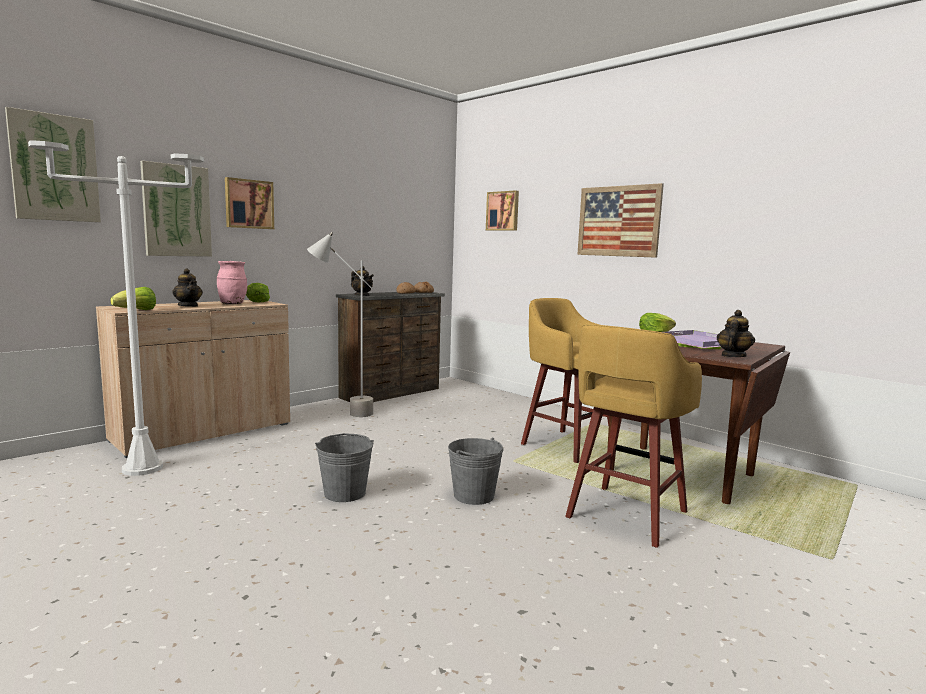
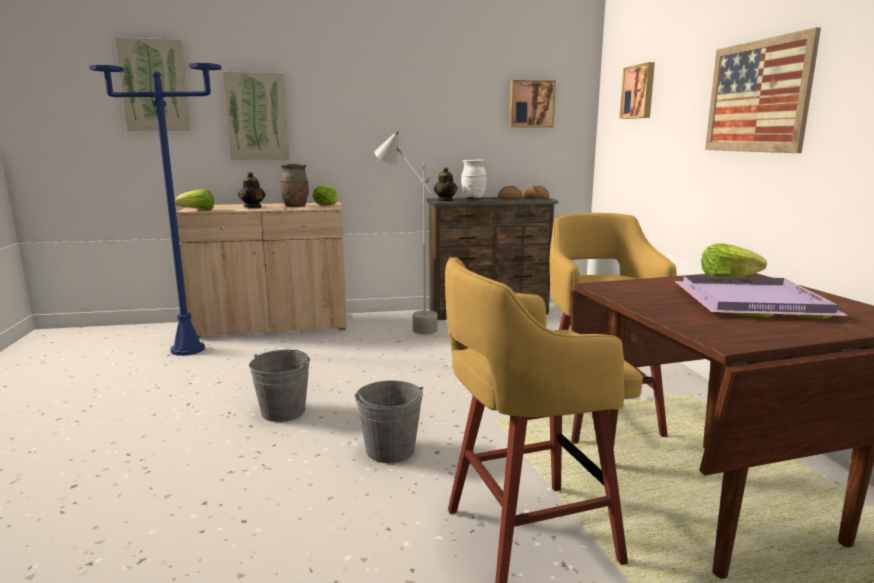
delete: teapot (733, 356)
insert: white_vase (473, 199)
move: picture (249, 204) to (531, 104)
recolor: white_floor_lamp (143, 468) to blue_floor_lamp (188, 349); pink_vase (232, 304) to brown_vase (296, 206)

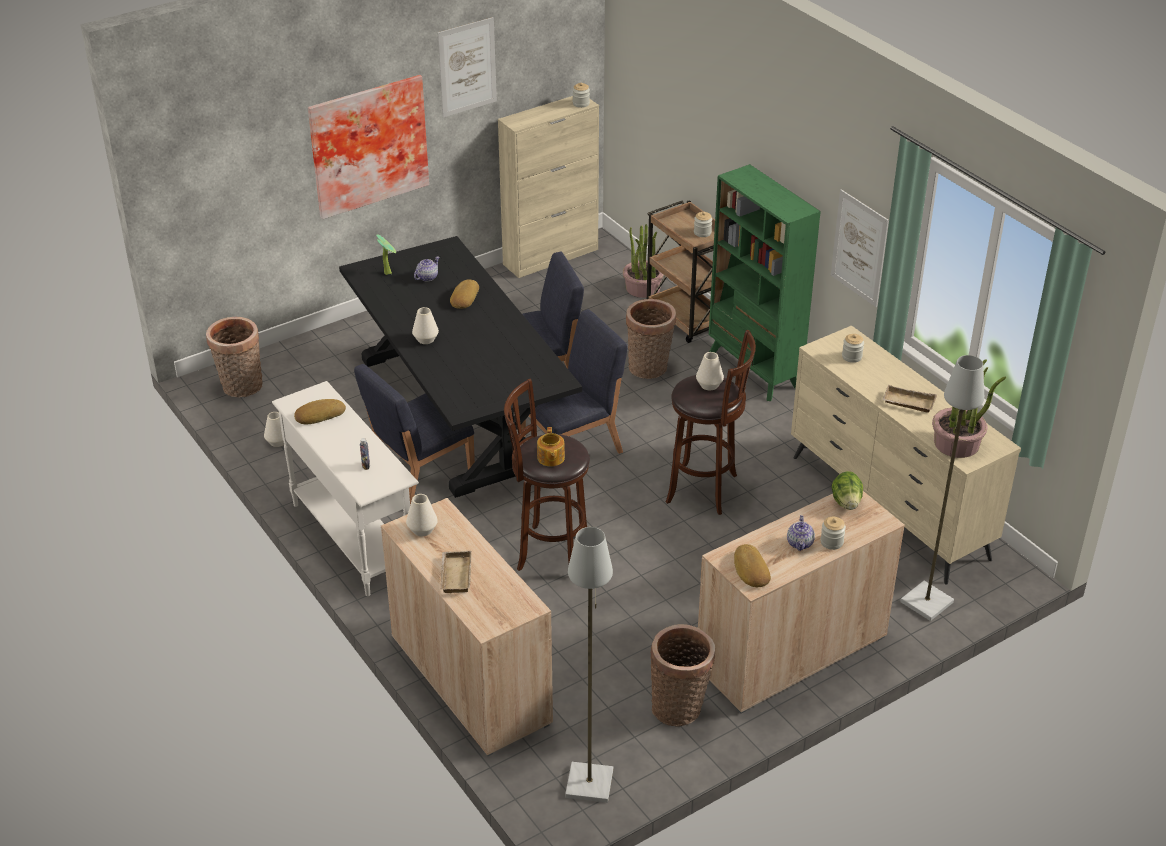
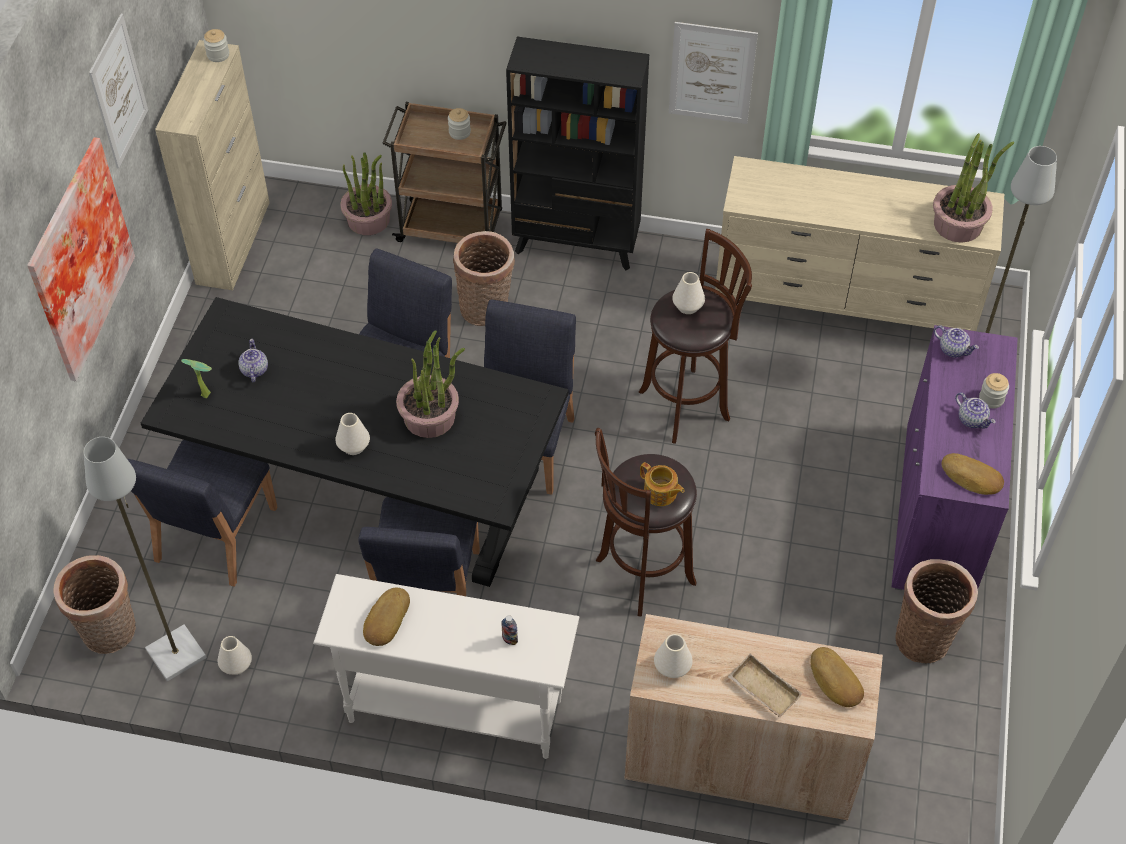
delete: jar (852, 357); beige_tray (907, 403)
insert: potted_plant (430, 417); blue_chair (214, 535)
move: bread (464, 297) to (834, 681); grey_floor_lamp (590, 783) to (176, 652)
replace: lettuce (846, 502) to teapot (953, 349)
recolor: green_bookcase (754, 370) to black_bookcase (577, 244); beige_cabinet (791, 652) to purple_cabinet (937, 511)

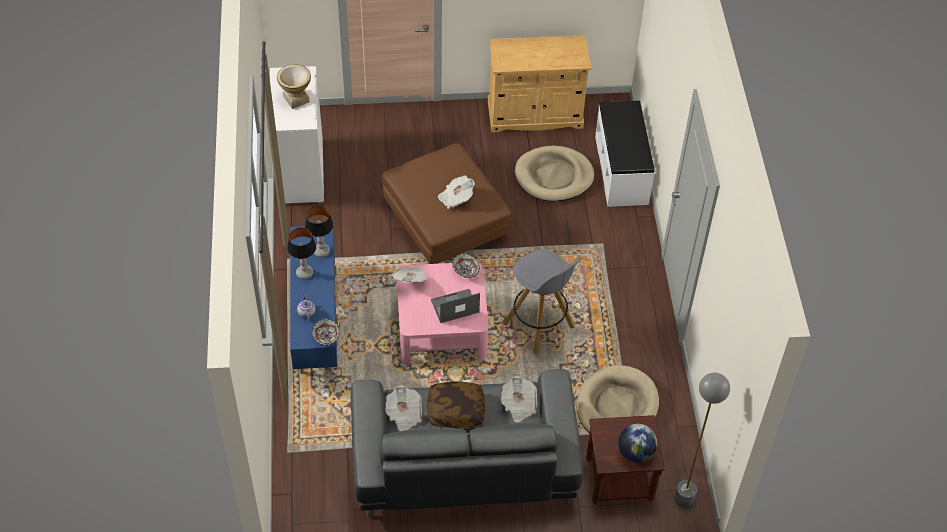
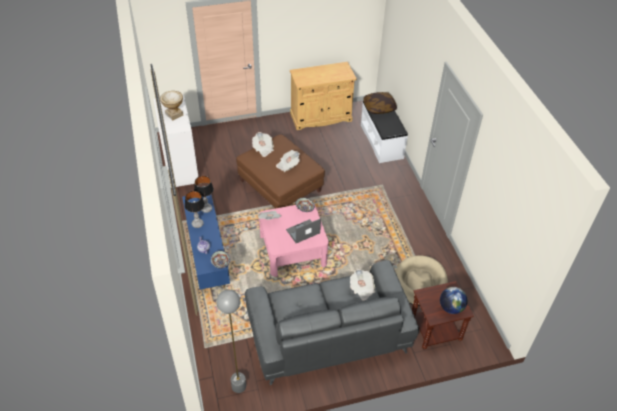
delete: beige_dog_bed (554, 176); grey_stool (540, 326)
move: grey_floor_lamp (683, 499) to (238, 386); pillow (455, 411) to (379, 108); newspaper (404, 415) to (263, 149)

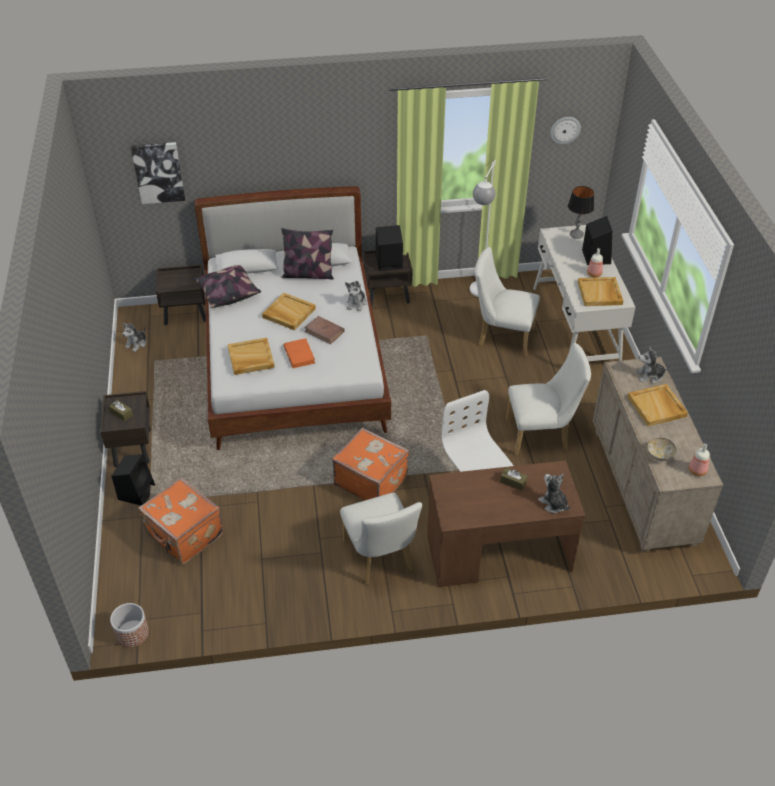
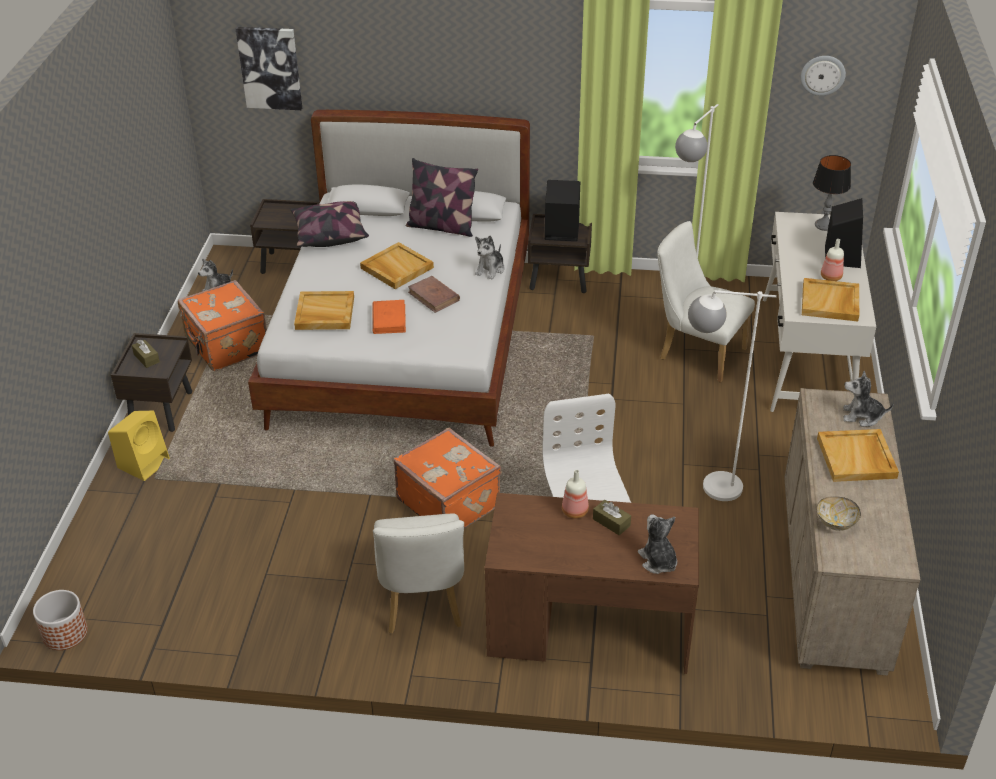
move: bottle (698, 471) to (575, 512); orange_suitcase (184, 535) to (226, 346)
replace: white_chair (542, 435) to white_floor_lamp (708, 486)
recolor: black_speaker (137, 491) to yellow_speaker (144, 462)

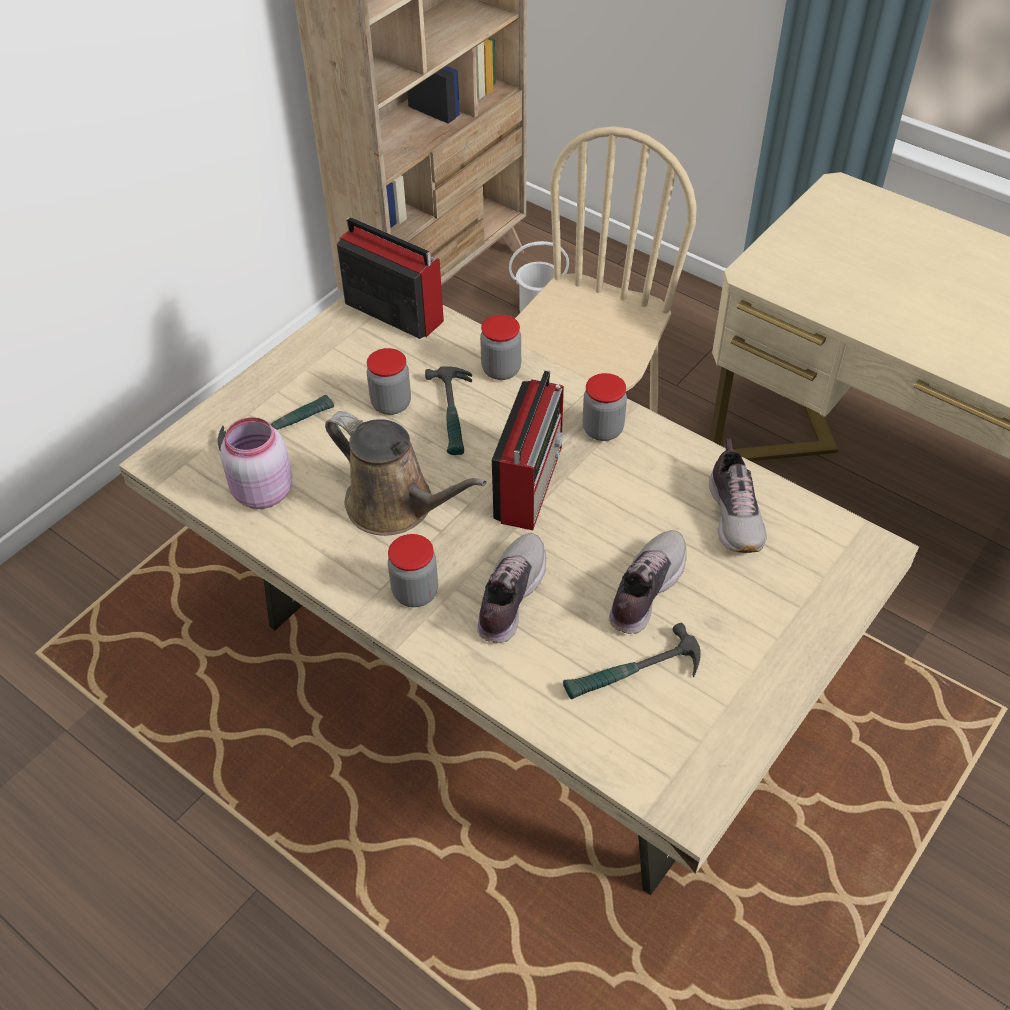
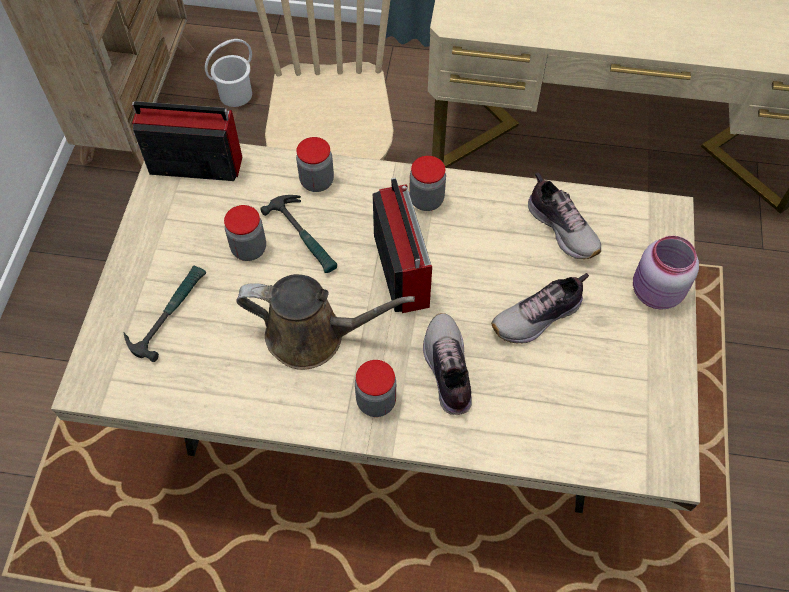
delete: hammer (633, 674)
move: pink_jar (261, 492) to (655, 293)
rotate: shoe (644, 590) = (538, 317) 120 degrees counterclockwise

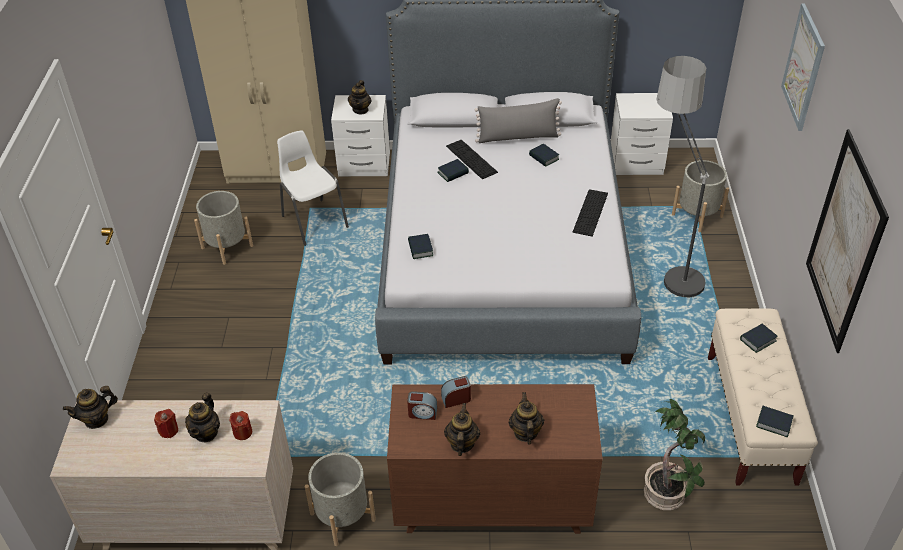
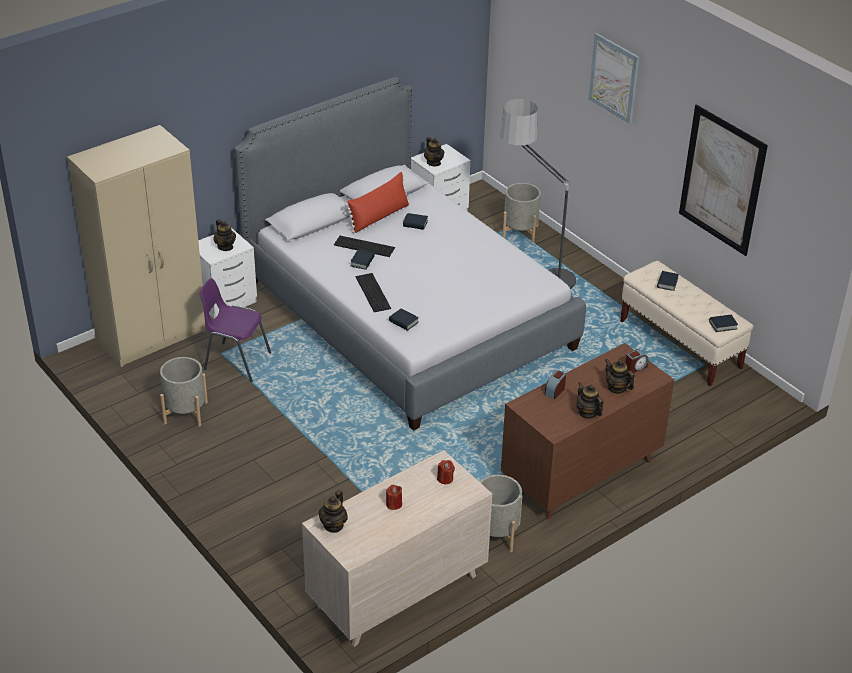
delete: potted_plant (666, 494)
move: keyboard (590, 212) to (373, 292); alarm_clock (422, 413) to (635, 367); teapot (206, 433) to (434, 163)
recolor: grey_pillow (518, 137) to red_pillow (379, 217); white_chair (313, 221) to purple_chair (236, 361)

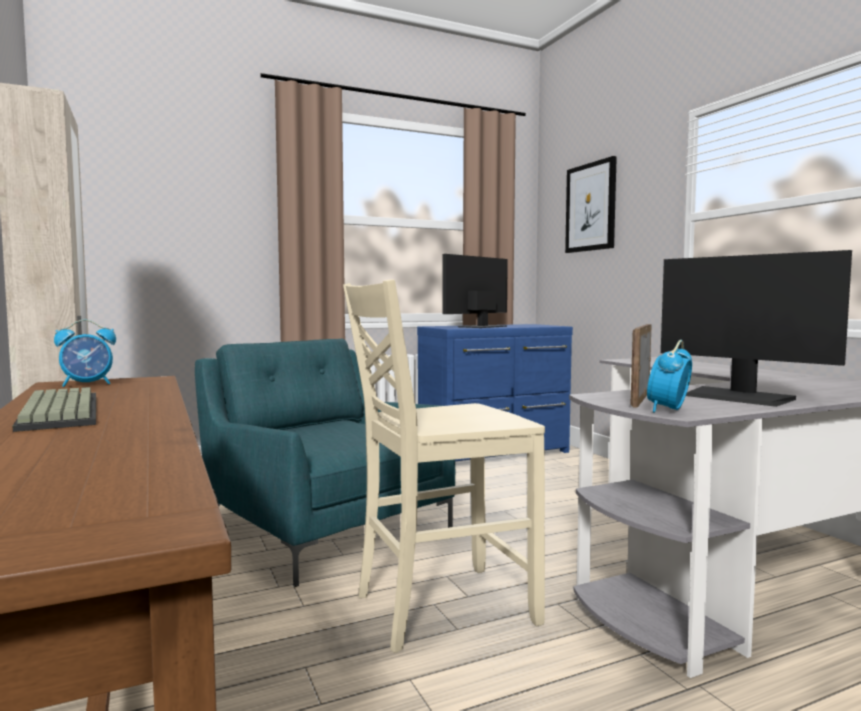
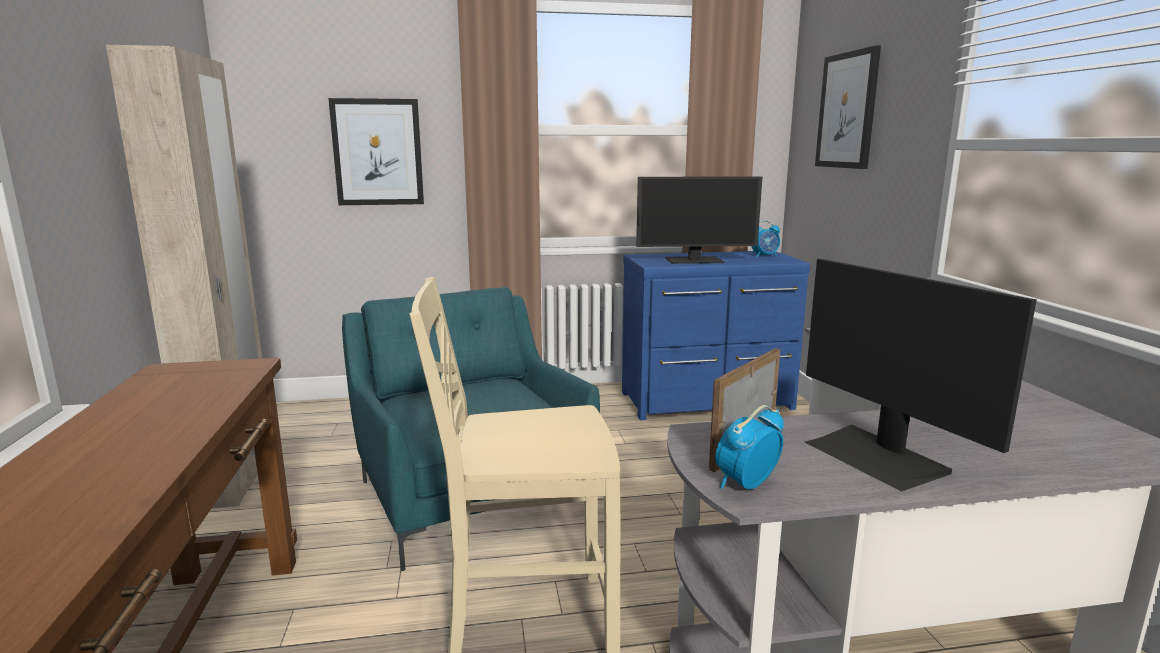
delete: keyboard (57, 412)
insert: picture (378, 152)
move: alarm_clock (88, 384) to (764, 256)
rotate: monitor (482, 326) = (694, 260) 150 degrees counterclockwise

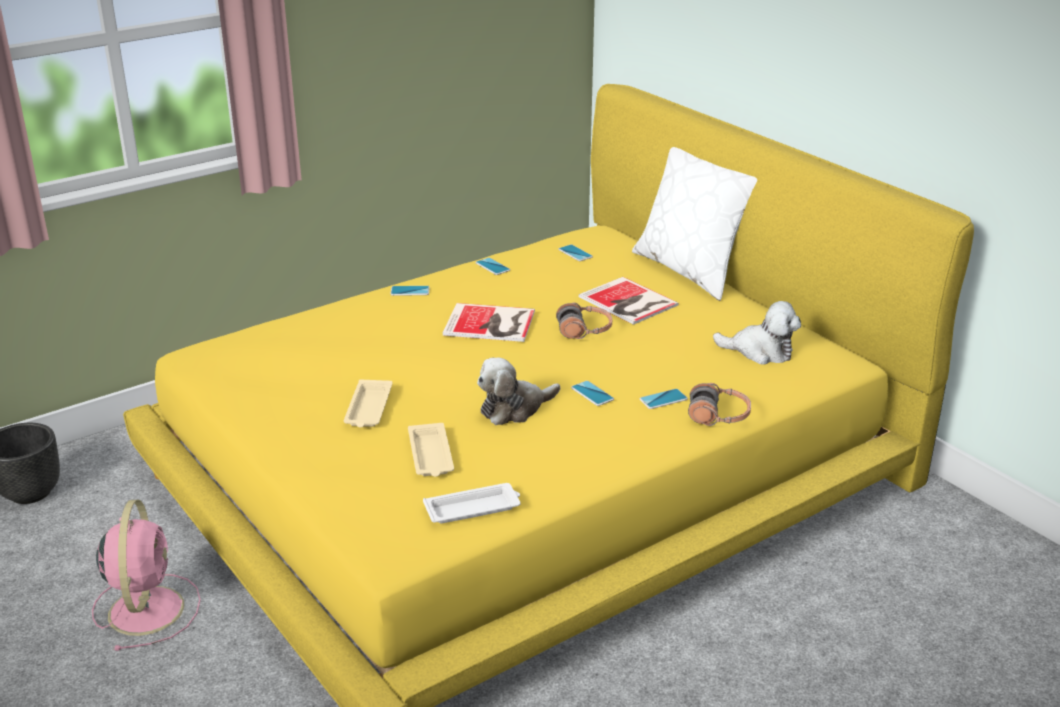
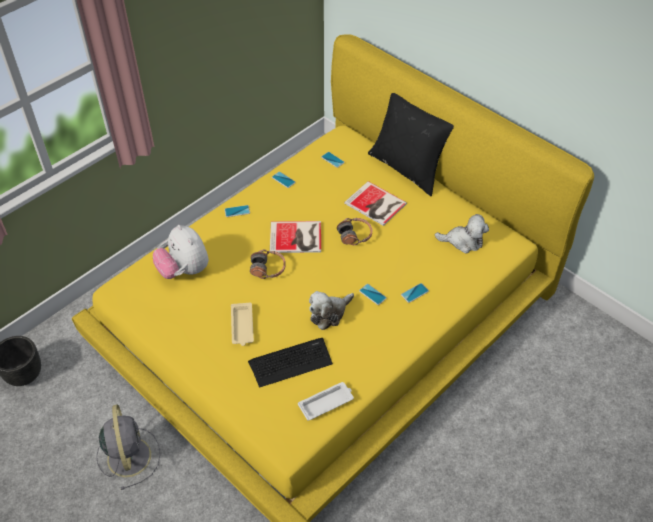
insert: plush_toy (184, 270)
move: headphones (718, 416) to (268, 269)
replace: beige_tray (431, 456) to keyboard (290, 362)
recolor: white_pillow (691, 270) to black_pillow (408, 168); pink_fan (147, 608) to grey_fan (129, 455)

